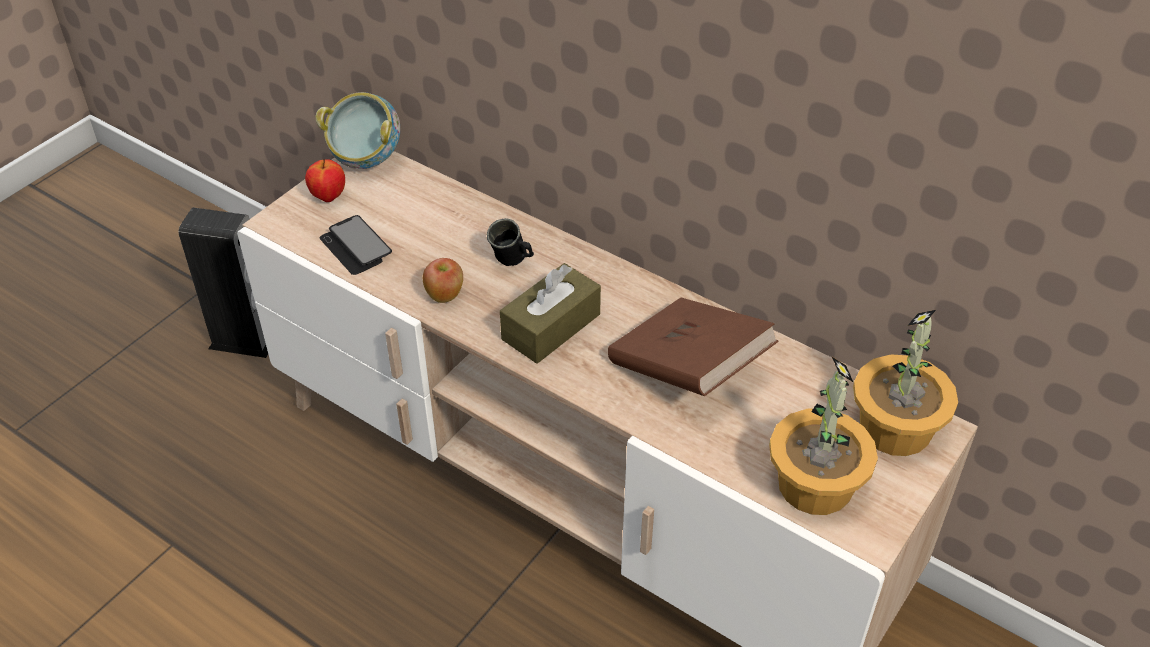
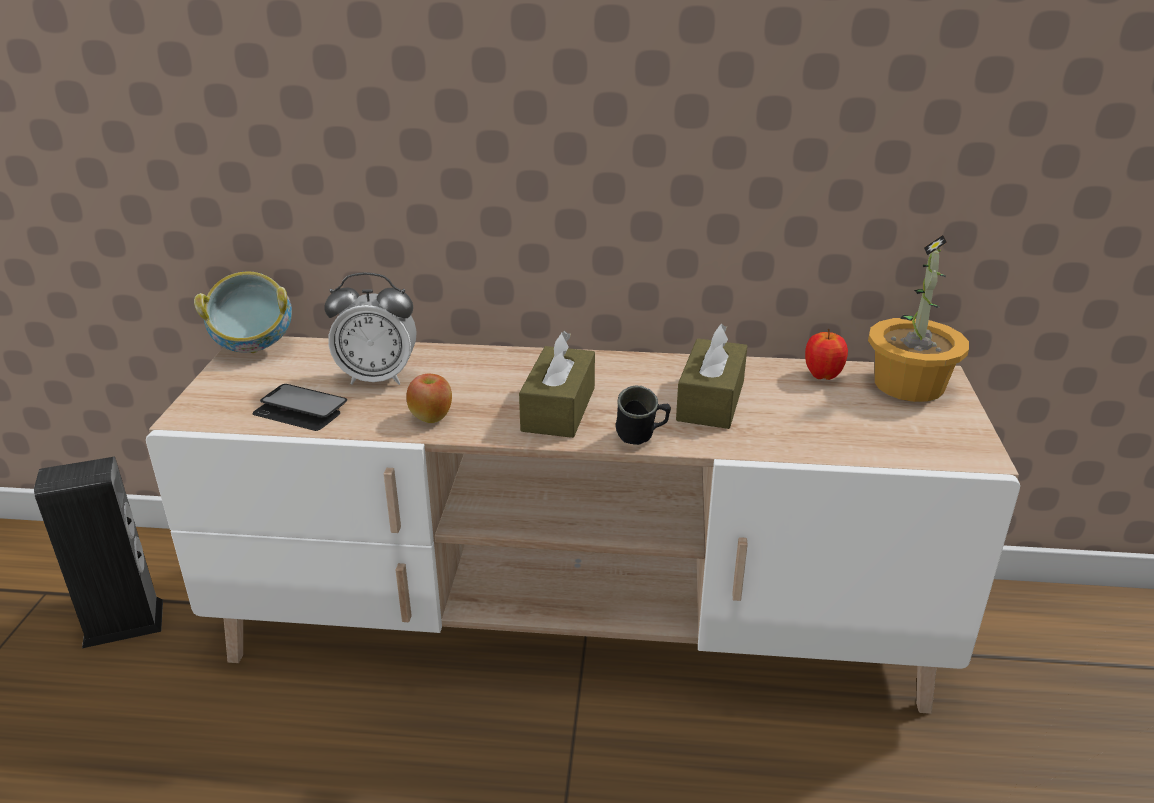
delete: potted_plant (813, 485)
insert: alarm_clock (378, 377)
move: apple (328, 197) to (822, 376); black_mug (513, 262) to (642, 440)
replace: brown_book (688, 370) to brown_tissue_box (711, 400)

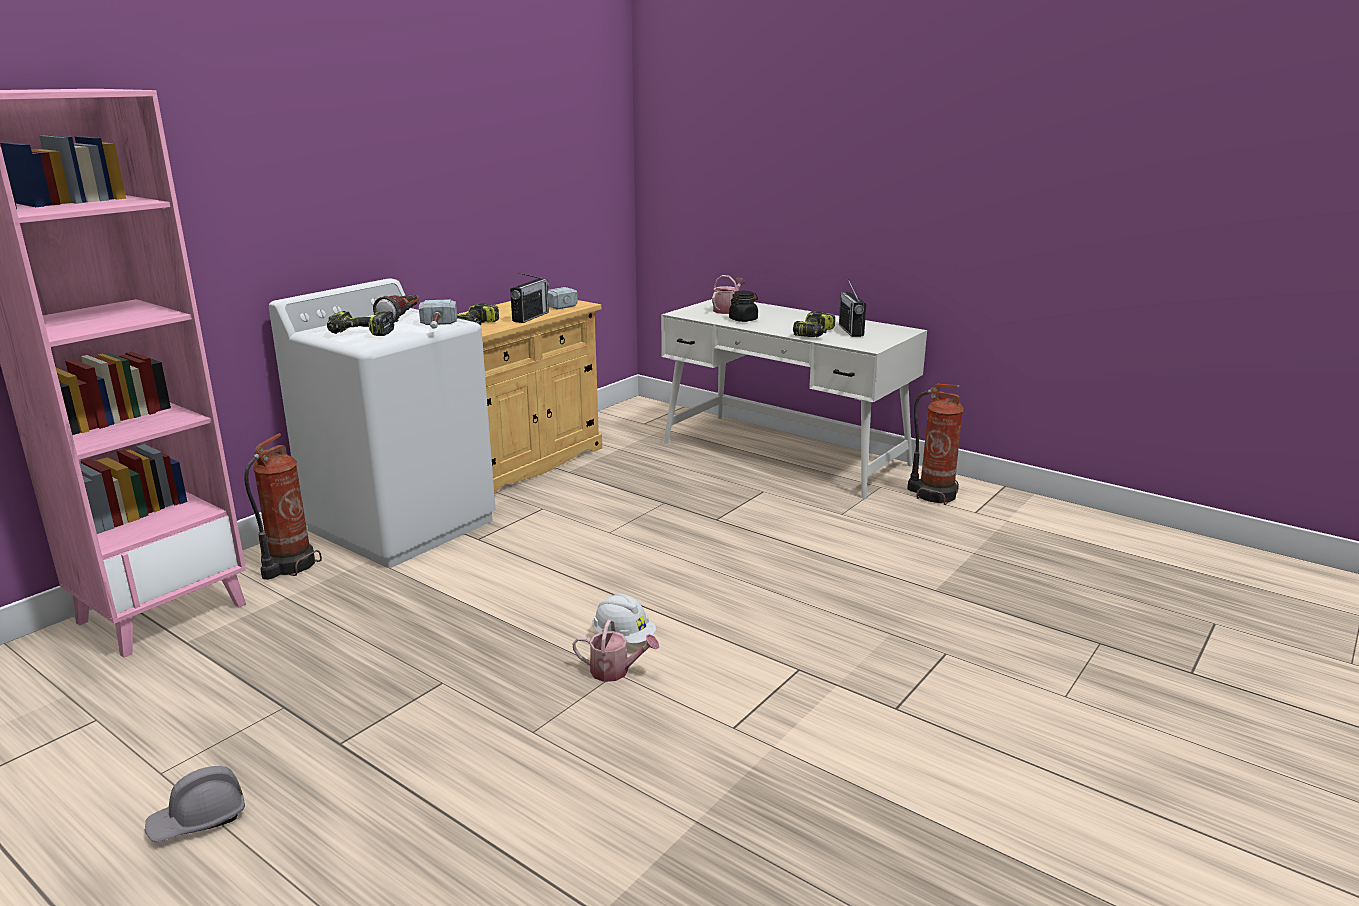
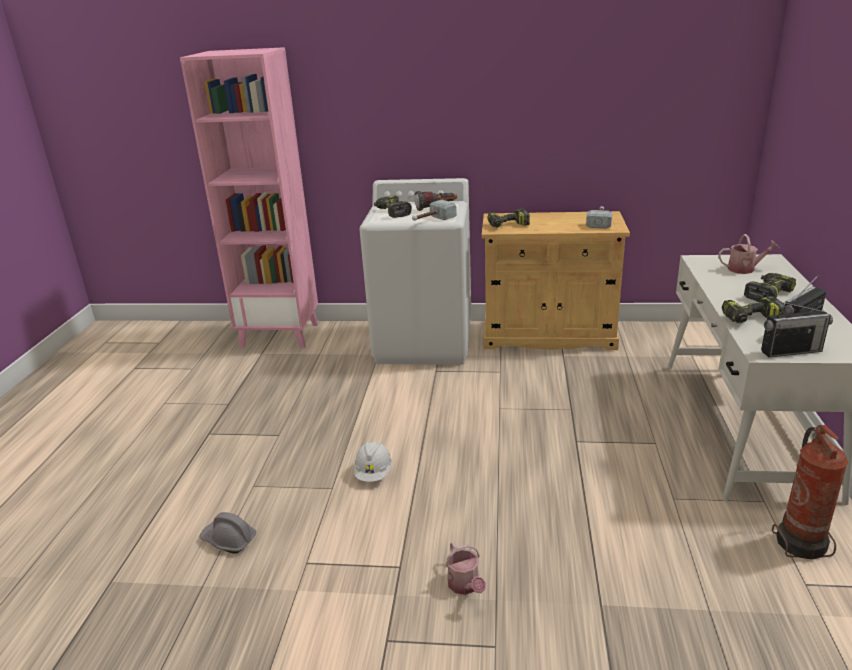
delete: black_jar (743, 319); fire_extinguisher (288, 566)
insert: power_drill (767, 294)
move: radio (530, 317) to (791, 351); watering_can (615, 671) to (465, 586); grey_hard_hat (198, 820) to (228, 540)

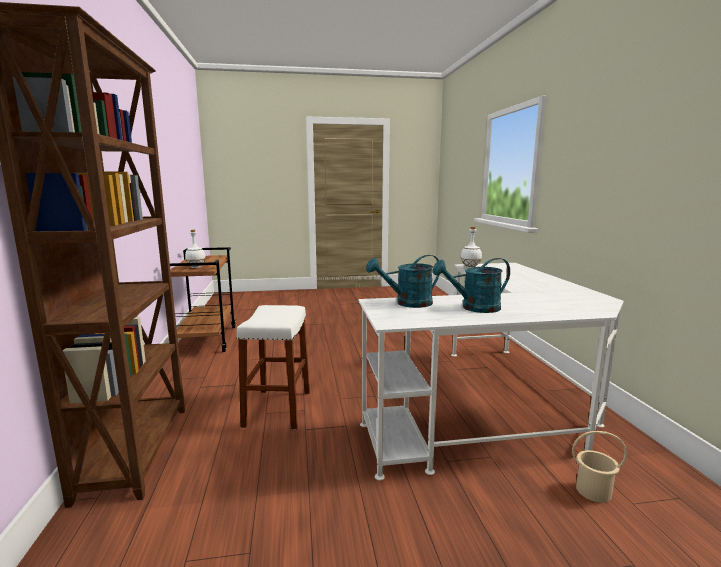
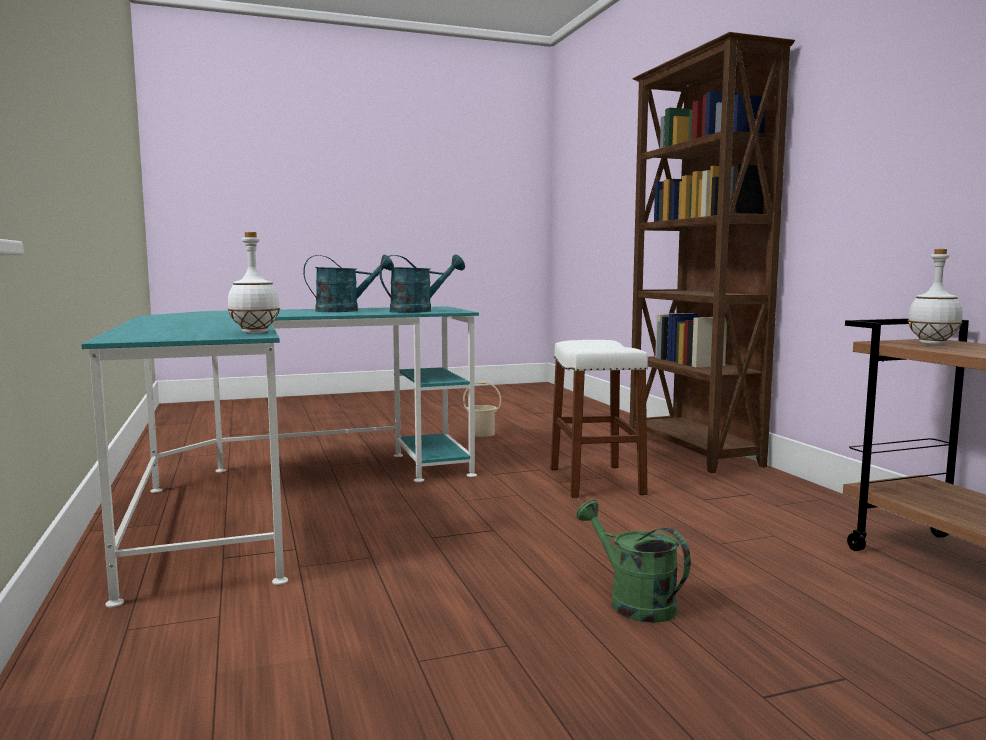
insert: green_watering_can (633, 601)
move: beige_bucket (594, 491) to (482, 433)
recolor: white_desk (493, 408) to turquoise_desk (285, 498)

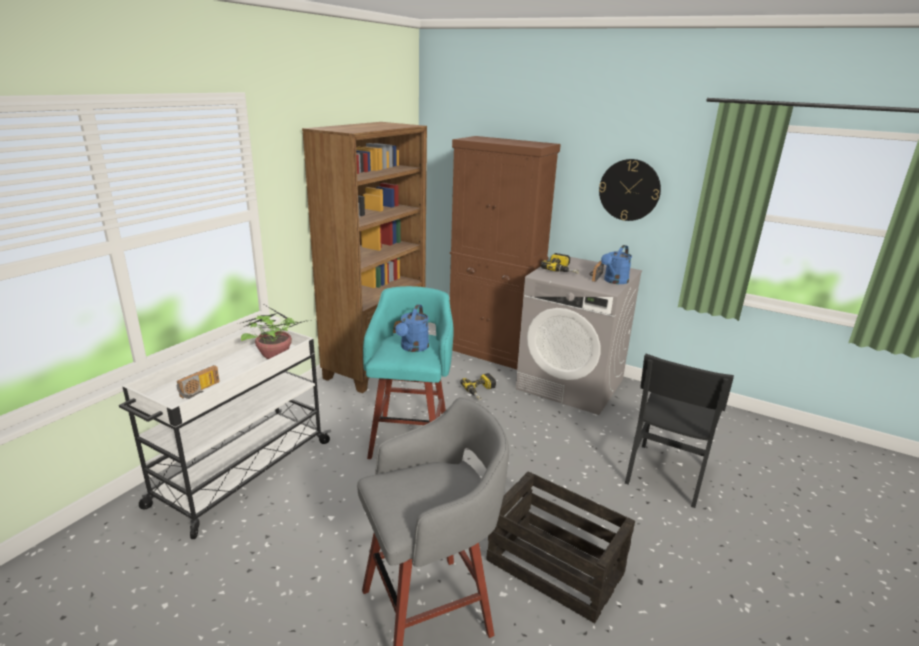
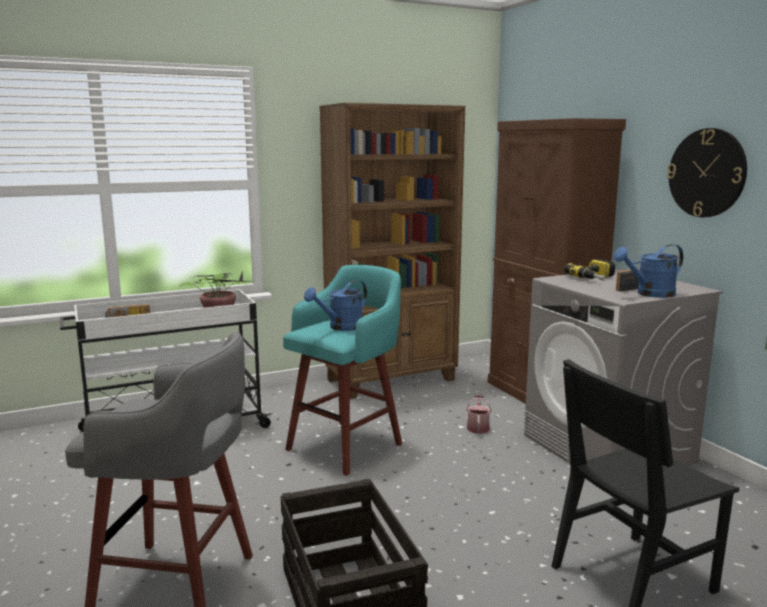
replace: power_drill (481, 391) to watering_can (478, 427)

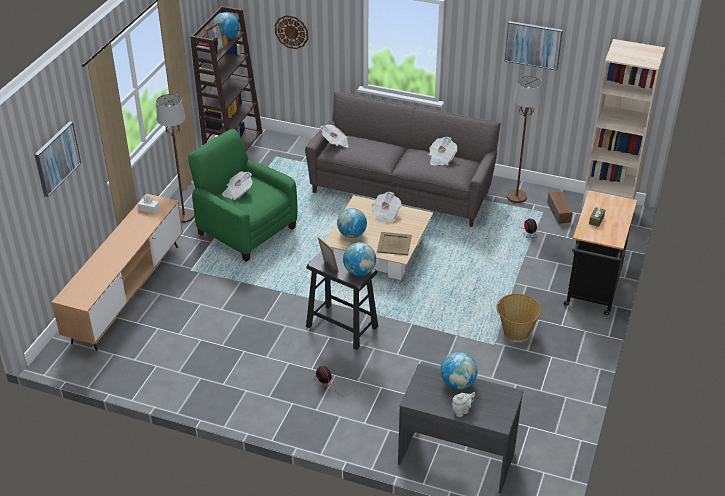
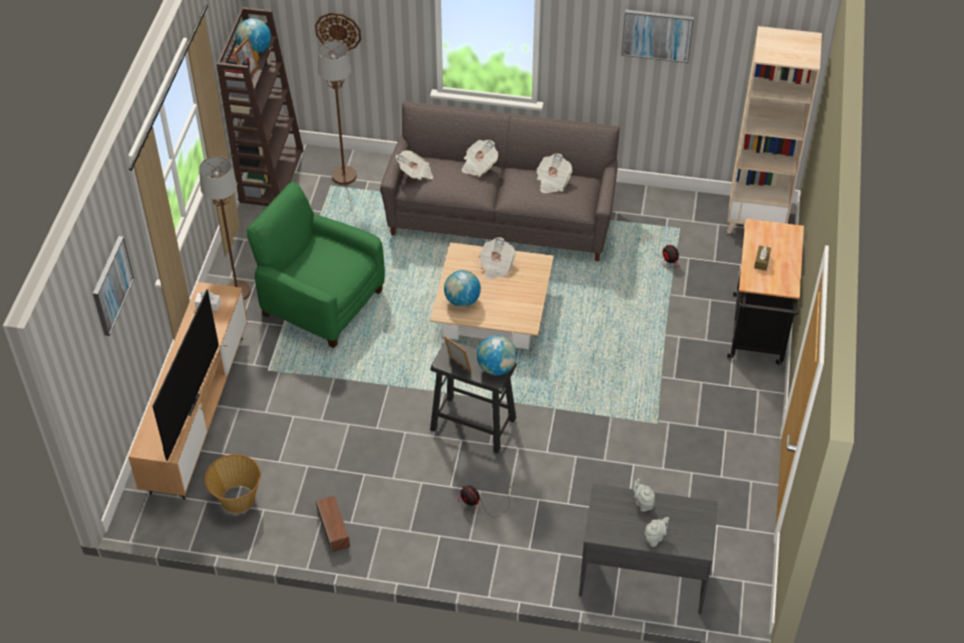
delete: beige_tray (394, 243)
insert: television (186, 403)
move: brown_floor_lamp (516, 197) to (344, 175); newspaper (237, 192) to (478, 165); speaker (559, 212) to (333, 528); basket (516, 331) to (237, 499)
replace: globe (457, 383) to grey_teapot (643, 503)

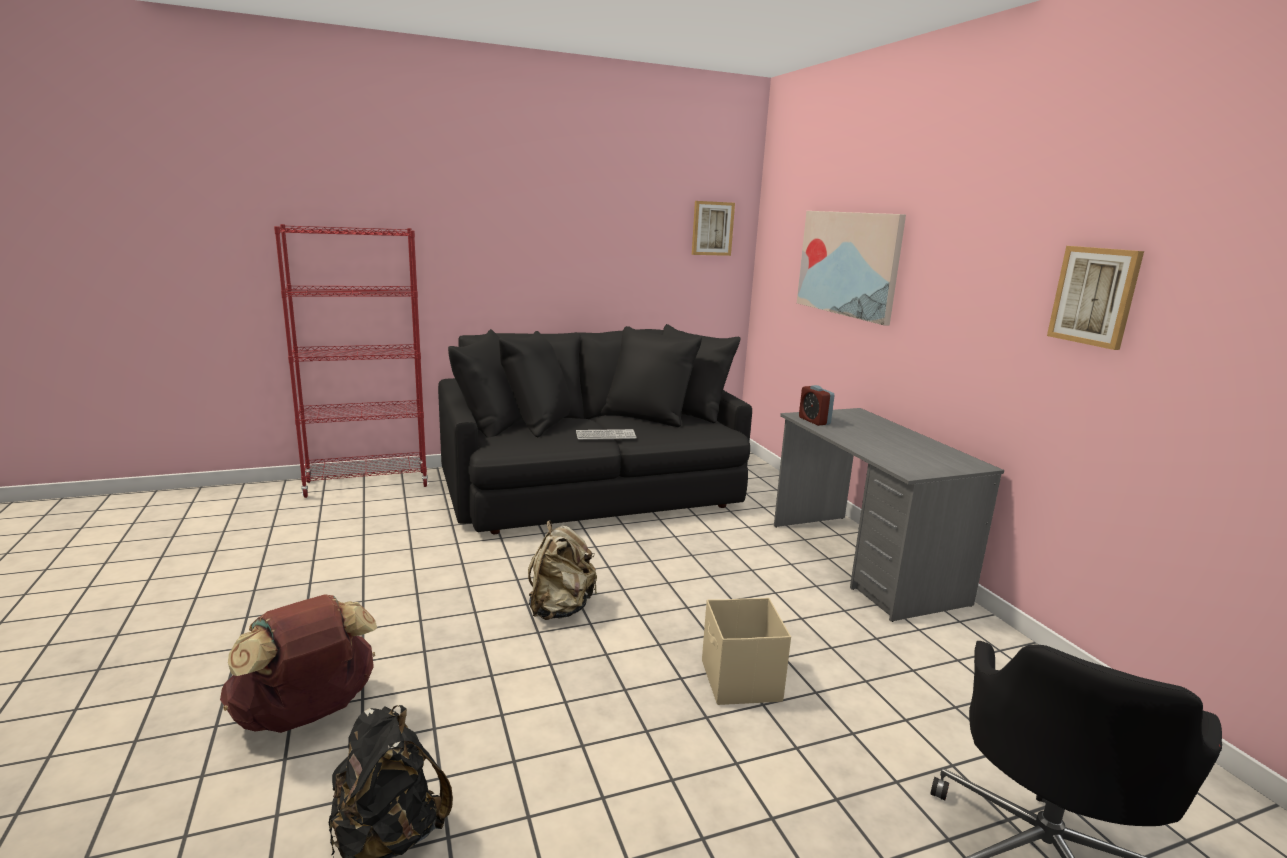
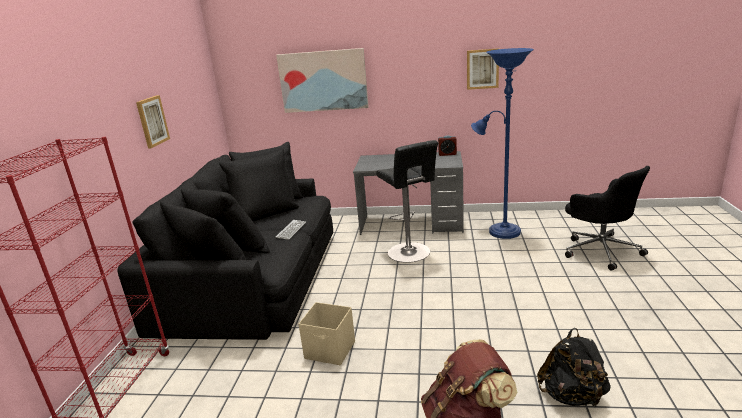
delete: beige_backpack (560, 609)
insert: blue_floor_lamp (500, 231); black_stool (410, 253)
move: picture (712, 228) to (152, 121); alarm_clock (814, 421) to (447, 154); beige_storage_box (740, 682) to (330, 350)

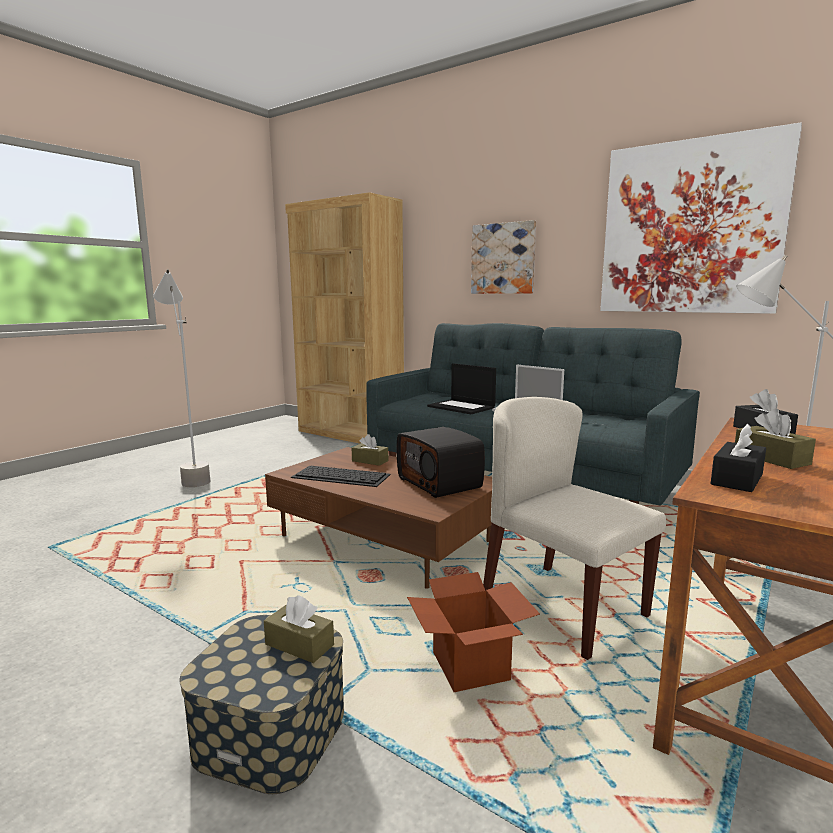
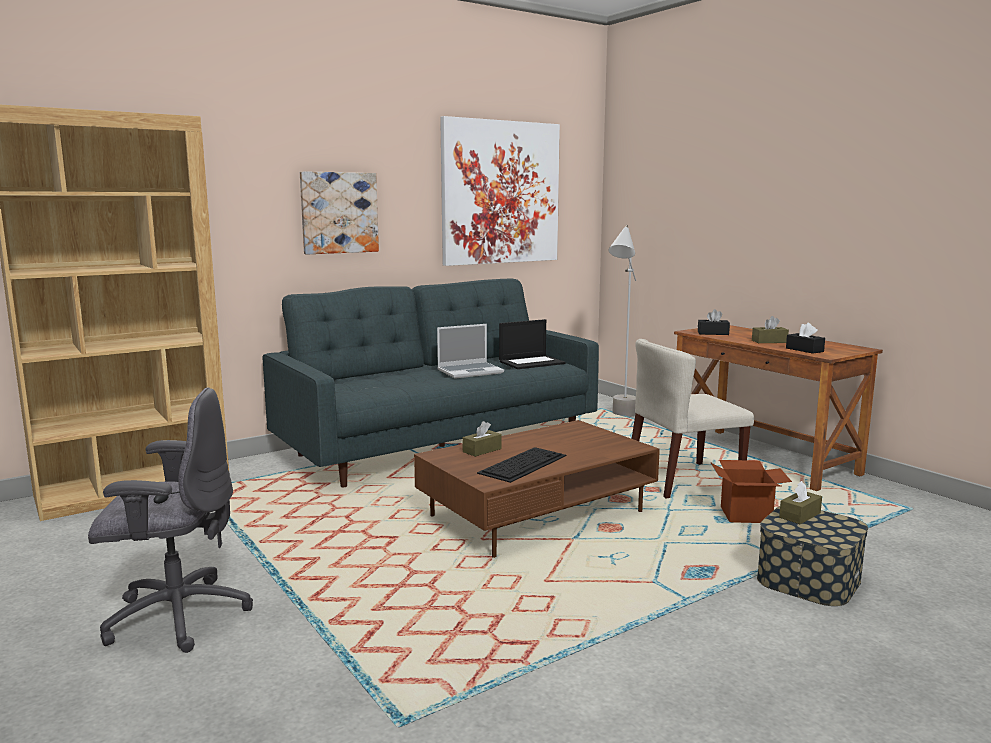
delete: radio (440, 483)
move: laptop (462, 407) to (532, 362)
replace: grey_floor_lamp (190, 476) to grey_office_chair (176, 616)

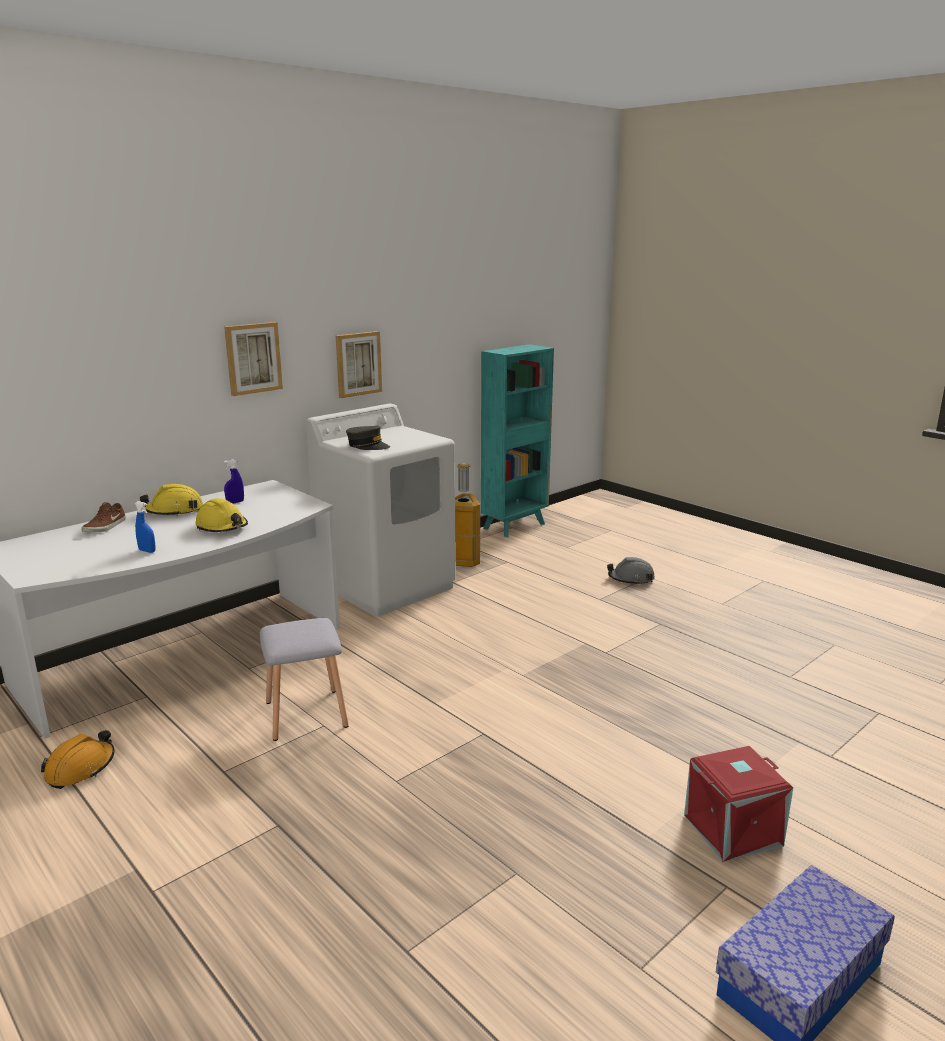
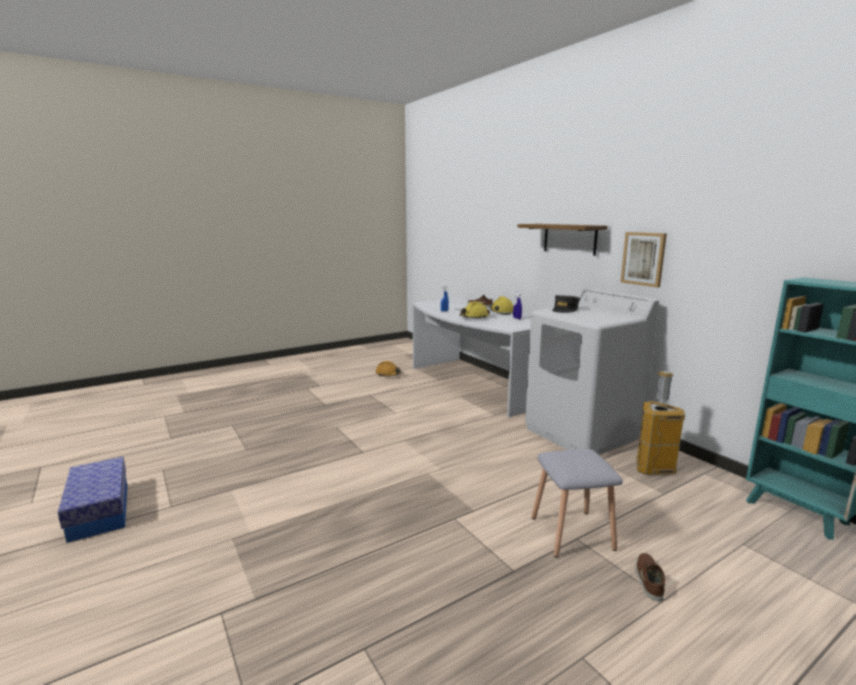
delete: red_storage_box (733, 831)
move: grey_stool (305, 715) to (570, 532)
replace: picture (253, 358) to shelf (569, 239); grey_hard_hat (631, 579) to brown_shoe (648, 579)

